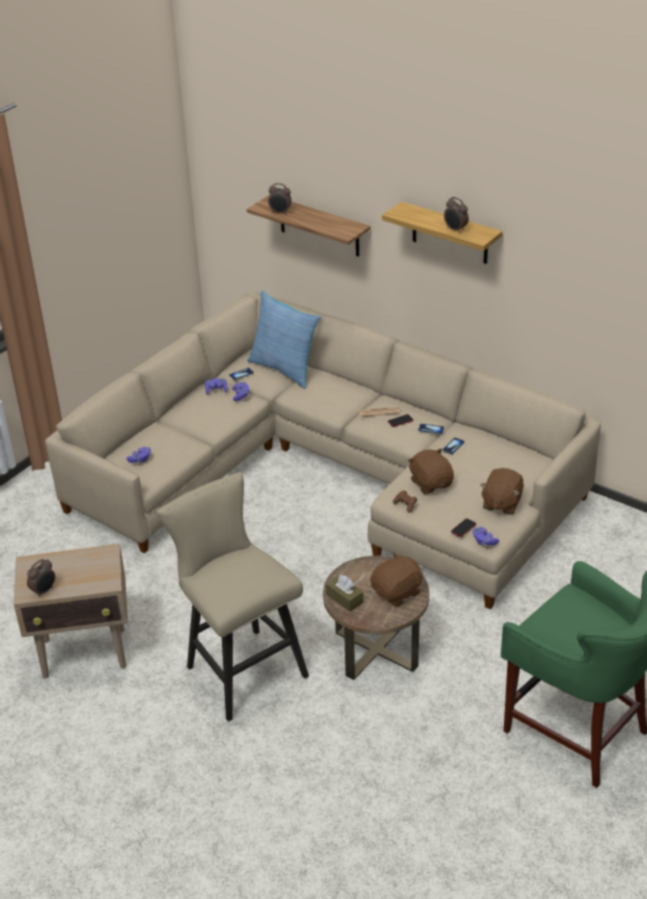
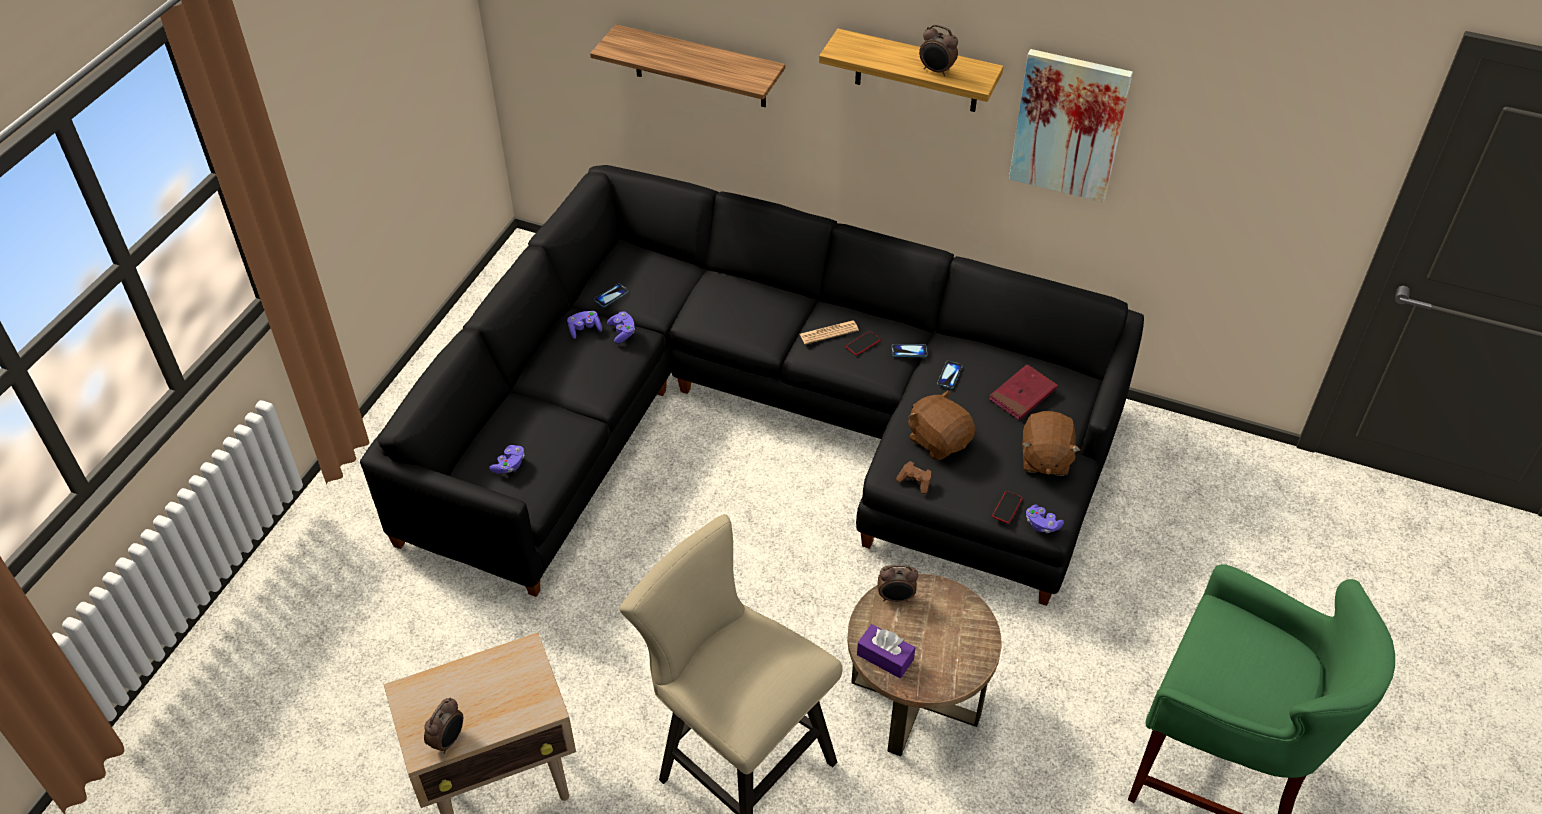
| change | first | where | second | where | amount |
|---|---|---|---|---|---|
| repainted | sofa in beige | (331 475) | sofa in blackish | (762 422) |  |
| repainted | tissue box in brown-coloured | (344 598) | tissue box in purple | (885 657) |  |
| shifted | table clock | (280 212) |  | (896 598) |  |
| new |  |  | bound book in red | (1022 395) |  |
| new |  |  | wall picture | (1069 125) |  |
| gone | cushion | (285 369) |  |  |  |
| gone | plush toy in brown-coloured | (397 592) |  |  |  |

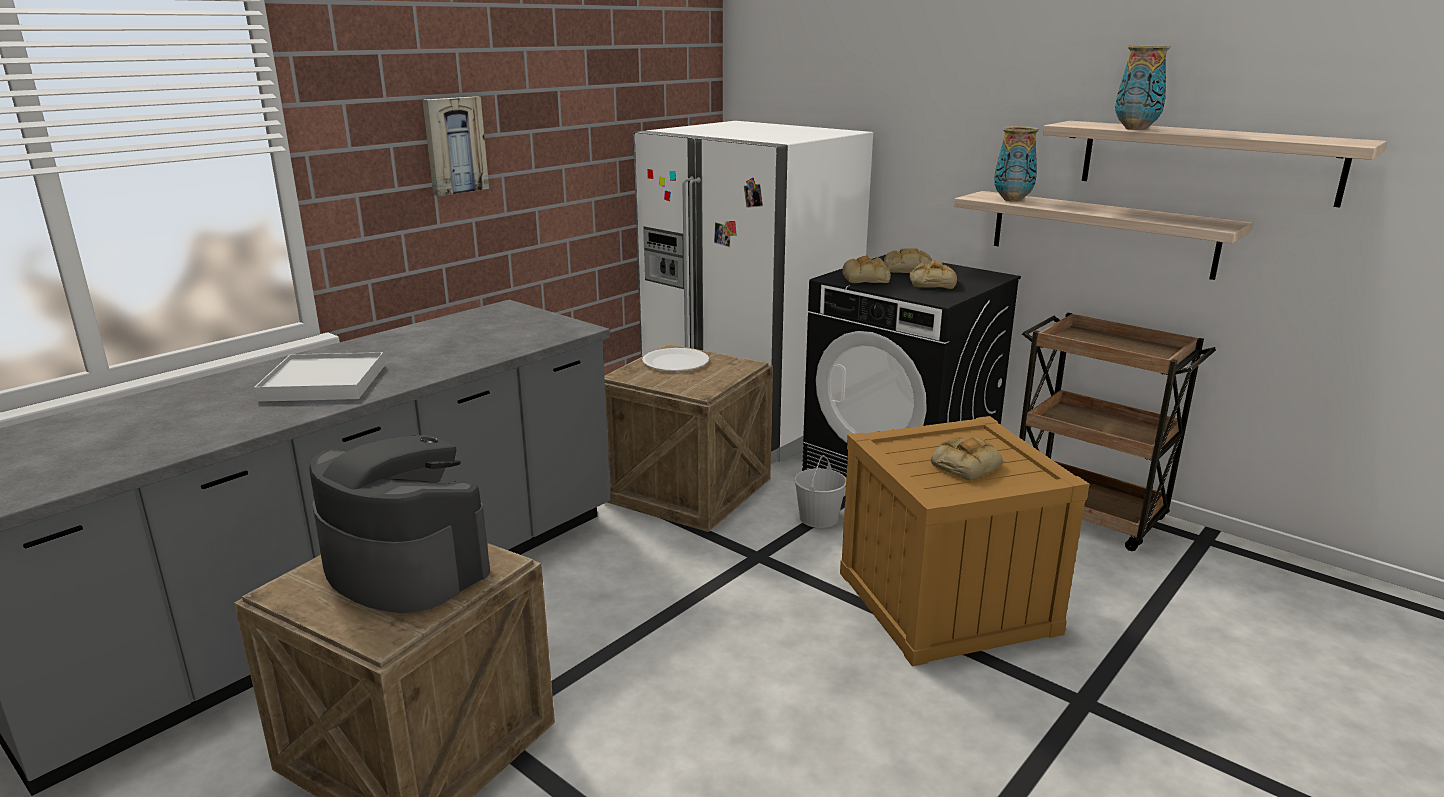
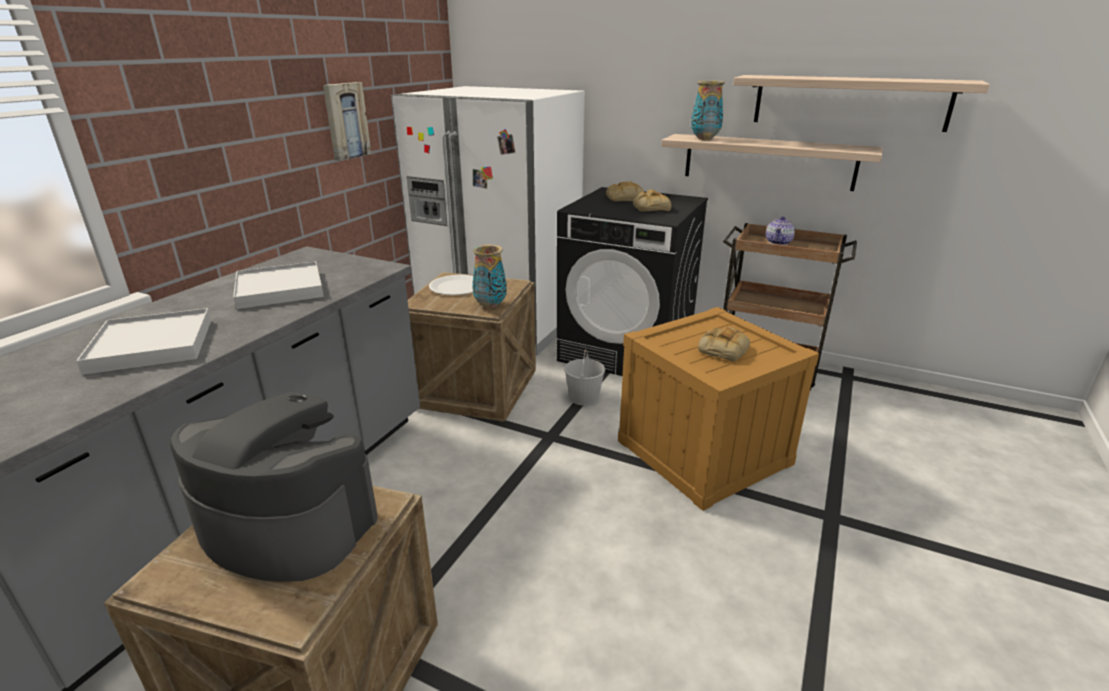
| change | first | where | second | where | amount |
|---|---|---|---|---|---|
| new |  |  | carrying tray in white | (280 289) |  |
| shifted | wall picture | (454 145) |  | (345 121) |  |
| shifted | vase | (1136 129) |  | (490 305) |  |
| new |  |  | tea pot | (778 242) |  |
| gone | baked bread | (866 279) |  |  |  |

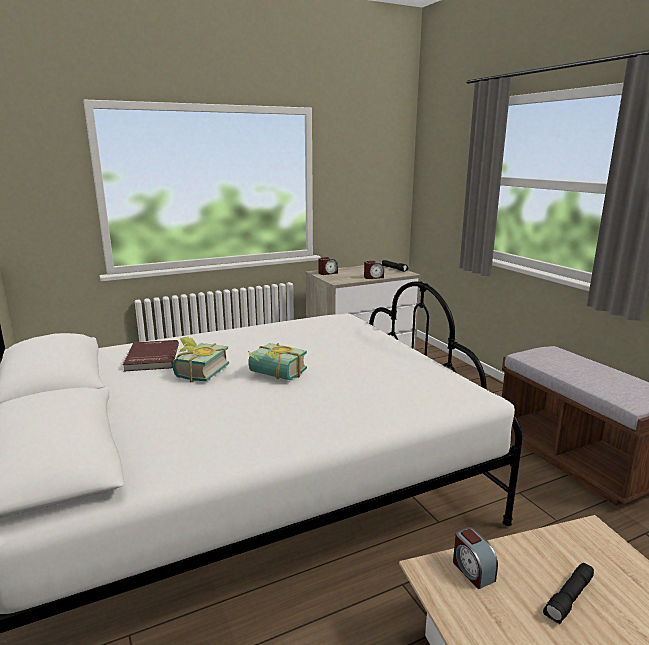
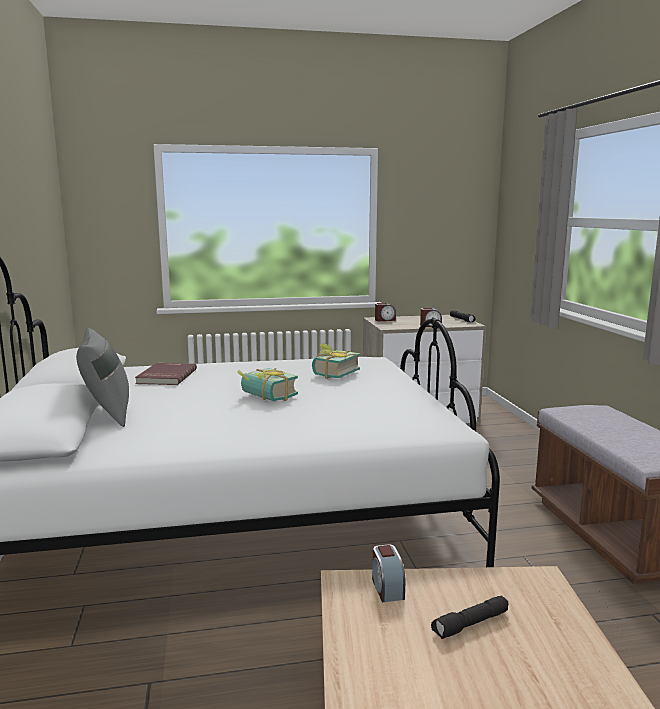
| change | first | where | second | where | amount |
|---|---|---|---|---|---|
| new |  |  | cushion in grey | (107 414) |  |
| shifted | bound book | (197 372) |  | (332 373) |  |

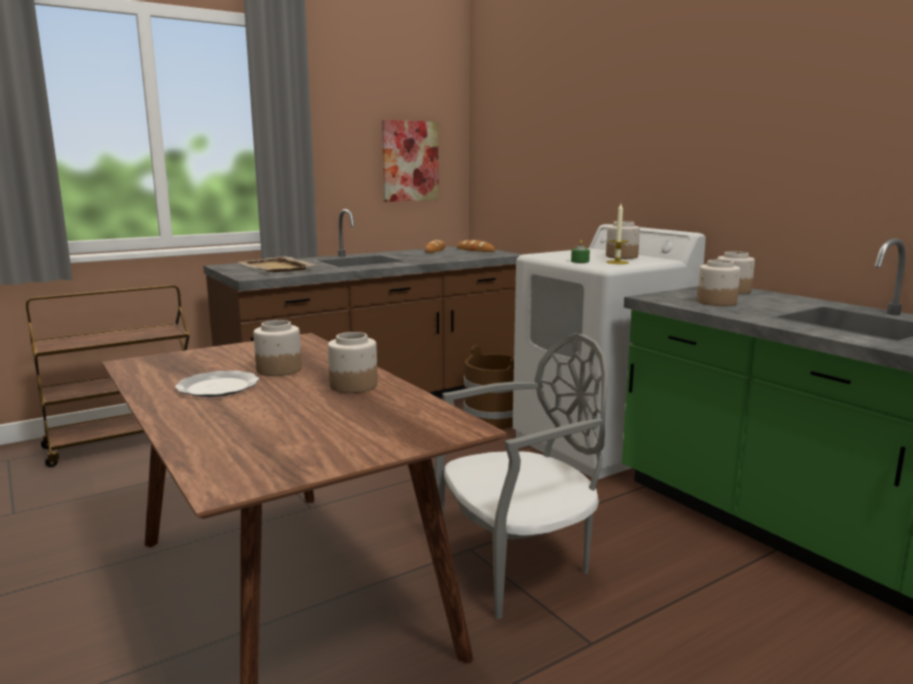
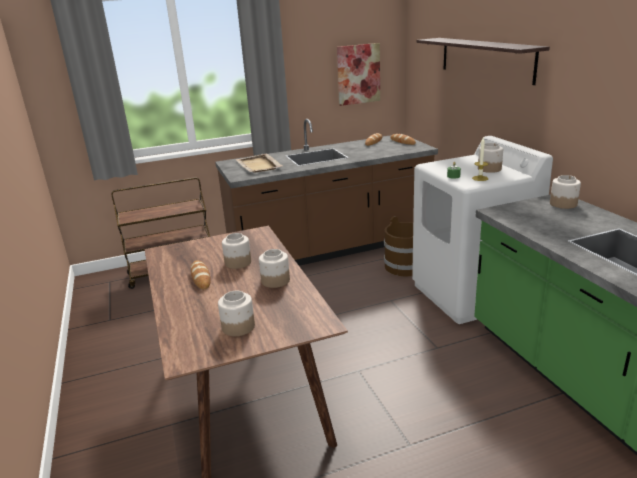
| change | first | where | second | where | amount |
|---|---|---|---|---|---|
| swapped | dinner plate | (219 387) | baked bread | (200 277) |  |
| shifted | jar | (716 302) |  | (238 327) |  |
| new |  |  | shelf | (485 59) |  |
| gone | plain chair in grey | (518 564) |  |  |  |

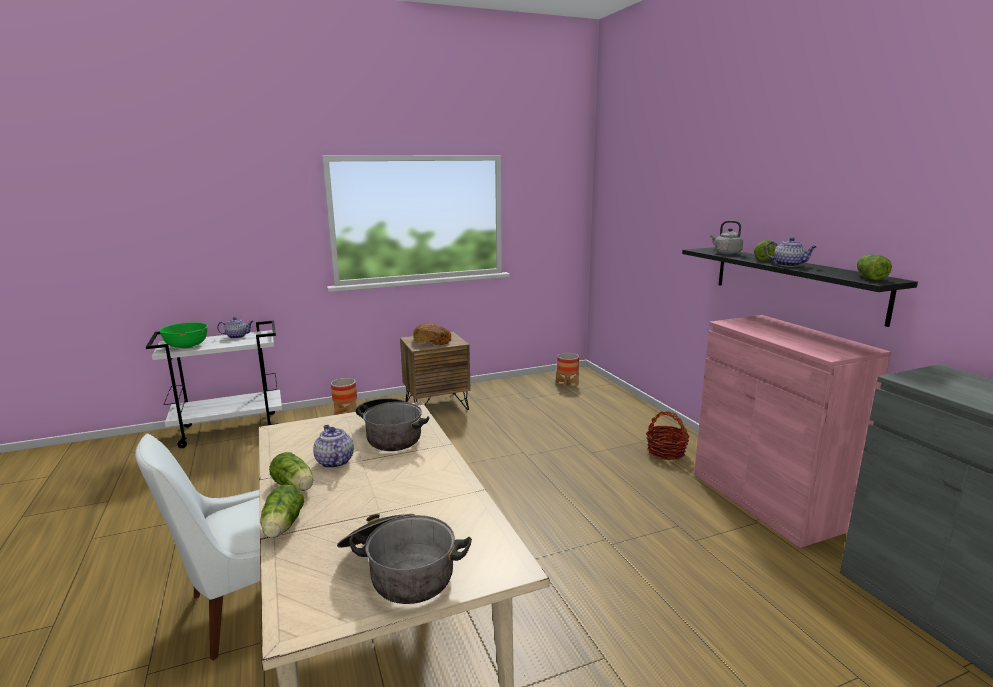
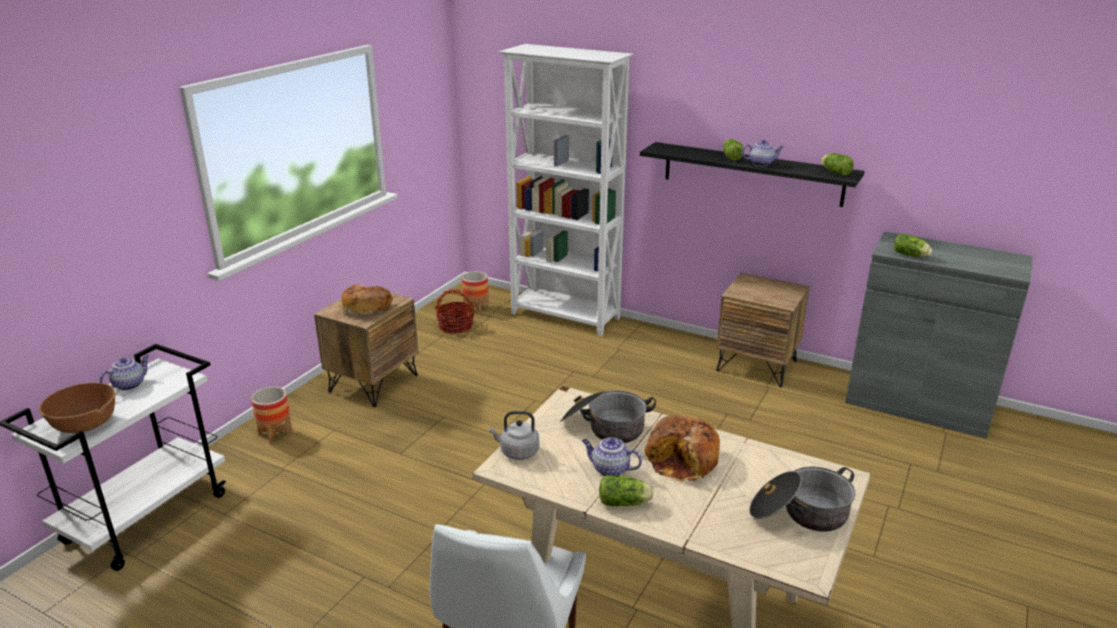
| change | first | where | second | where | amount |
|---|---|---|---|---|---|
| repainted | serving bowl in greenish | (187 346) | serving bowl in brown-coloured | (85 425) |  |
| shifted | basket | (666 452) |  | (456 326) |  |
| shifted | tea kettle in grey | (725 253) |  | (517 452) |  |
| new |  |  | bookcase in white | (565 316) |  |
| new |  |  | baked bread | (683 460) |  |
| swapped | cupboard in pinkish | (768 500) | bedside table in brown-coloured | (757 366) |  |
| shifted | lettuce head | (282 527) |  | (911 255) |  |

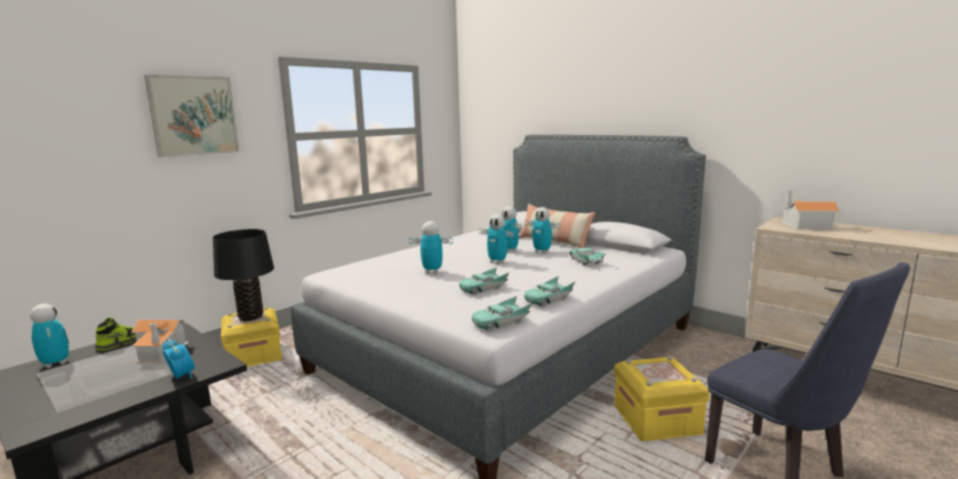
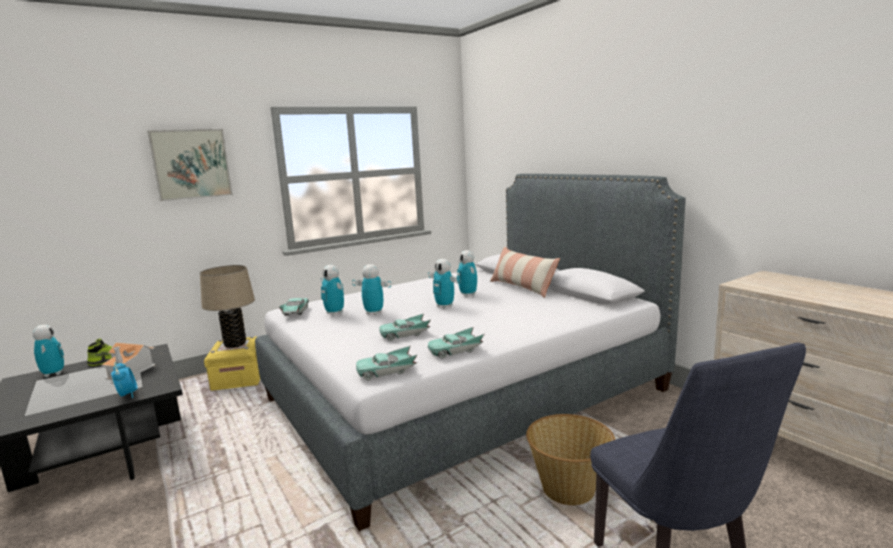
| change | first | where | second | where | amount |
|---|---|---|---|---|---|
| repainted | lamp for a table in blackish | (251 317) | lamp for a table in beige | (235 344) |  |
| shifted | miniature car in turquoise | (586 261) |  | (295 312) |  |
| shifted | model robot | (542 251) |  | (335 313) |  |
| swapped | storage bin in yellow-coloured | (656 420) | basket | (569 489) |  |
| gone | toy house | (803 225) |  |  |  |

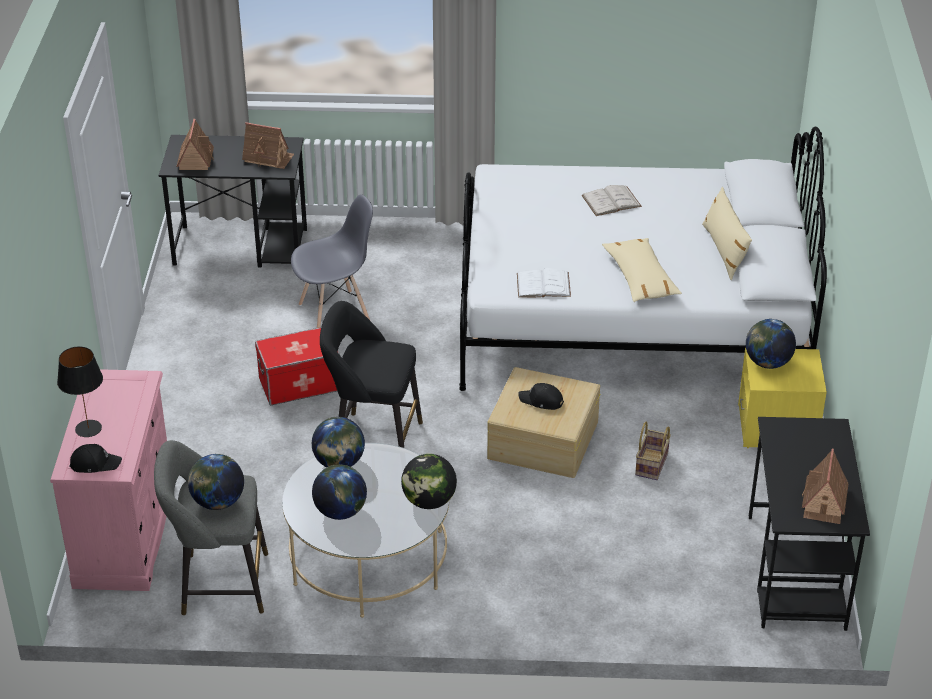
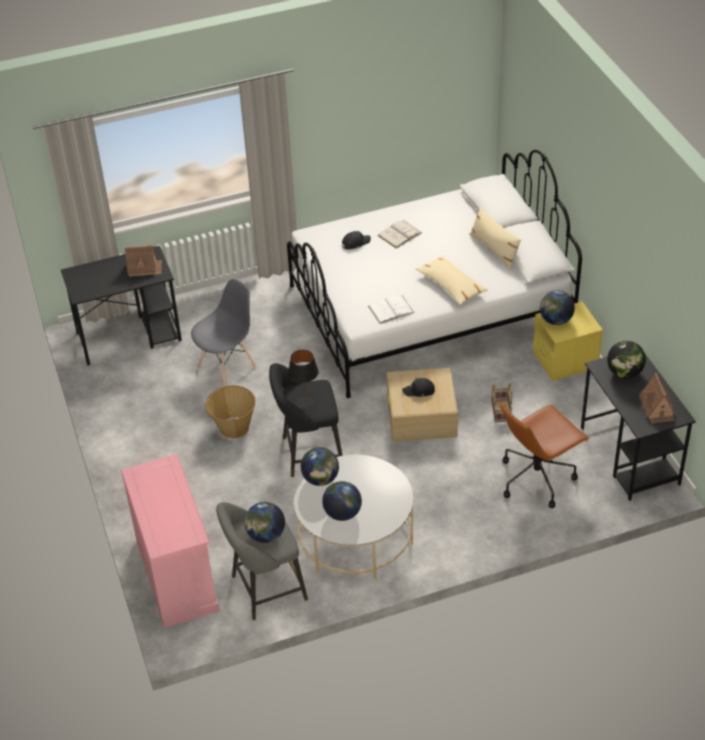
| change | first | where | second | where | amount |
|---|---|---|---|---|---|
| swapped | storage bin | (299 384) | basket | (233 427) |  |
| shifted | lamp for a table in blackish | (88 429) |  | (306 403) |  |
| shifted | baseball cap in blackish | (95 463) |  | (355 243) |  |
| new |  |  | desk chair in brown-coloured | (537 478) |  |
| shifted | globe | (429 501) |  | (624 373) |  |
| gone | toy house | (195 159) |  |  |  |

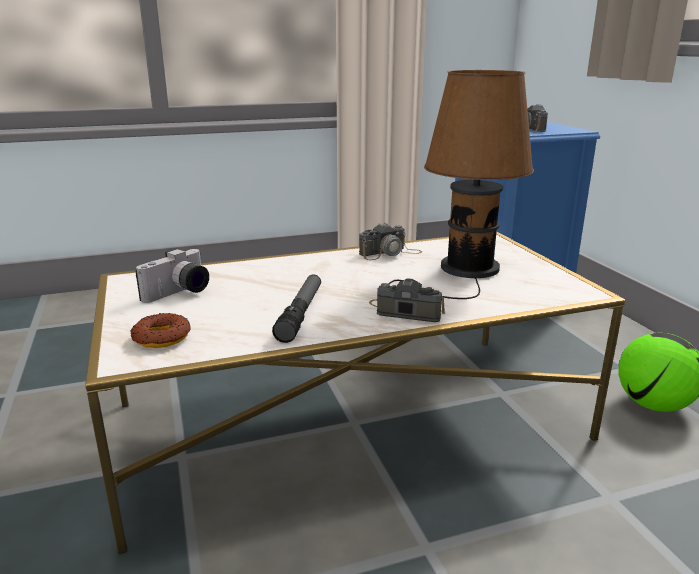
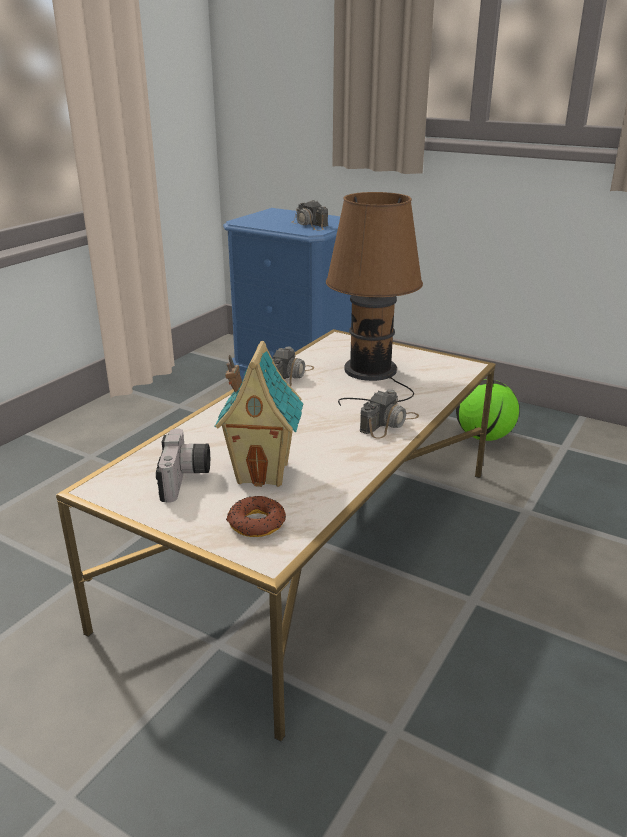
| change | first | where | second | where | amount |
|---|---|---|---|---|---|
| new |  |  | toy house | (263 472) |  |
| rotated | still camera | (404 310) |  | (389 423) | 150 degrees clockwise |
| gone | torch | (300 314) |  |  |  |

